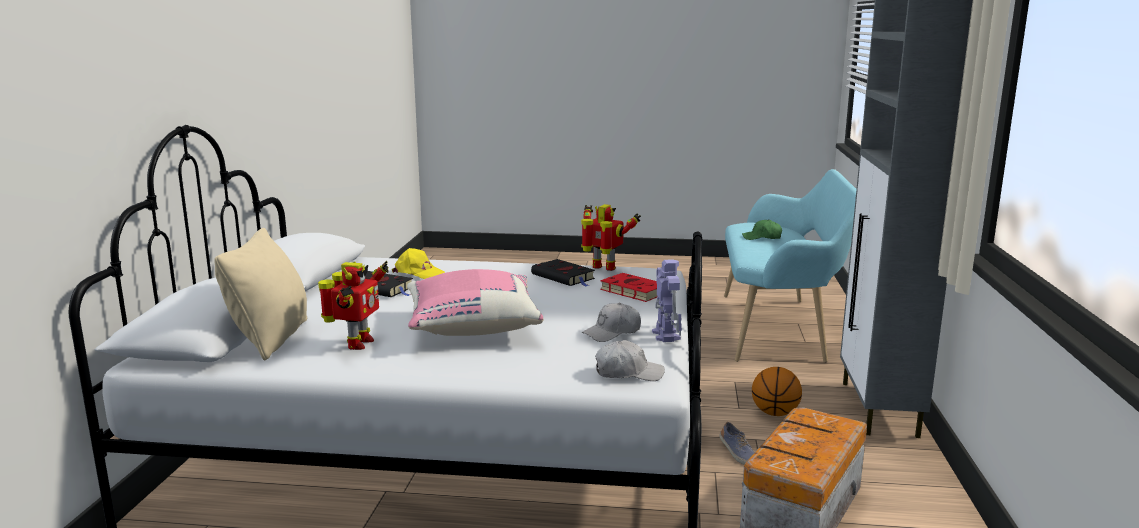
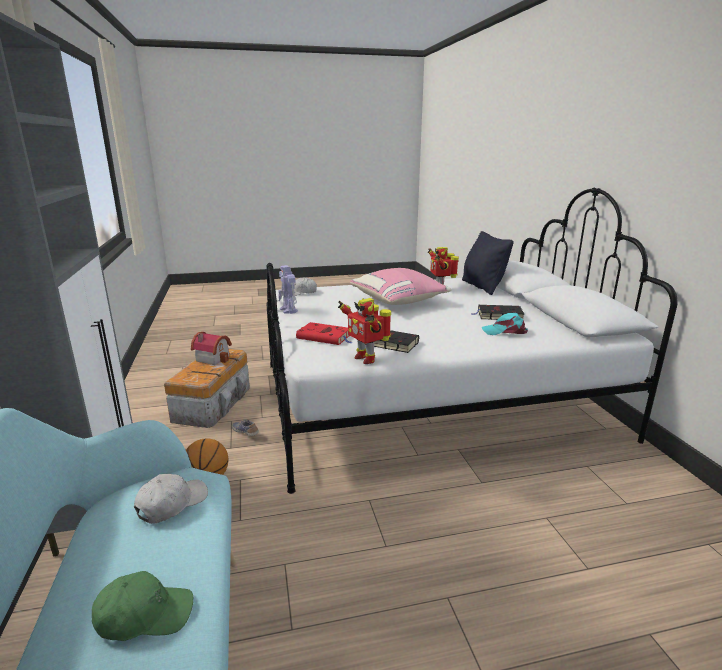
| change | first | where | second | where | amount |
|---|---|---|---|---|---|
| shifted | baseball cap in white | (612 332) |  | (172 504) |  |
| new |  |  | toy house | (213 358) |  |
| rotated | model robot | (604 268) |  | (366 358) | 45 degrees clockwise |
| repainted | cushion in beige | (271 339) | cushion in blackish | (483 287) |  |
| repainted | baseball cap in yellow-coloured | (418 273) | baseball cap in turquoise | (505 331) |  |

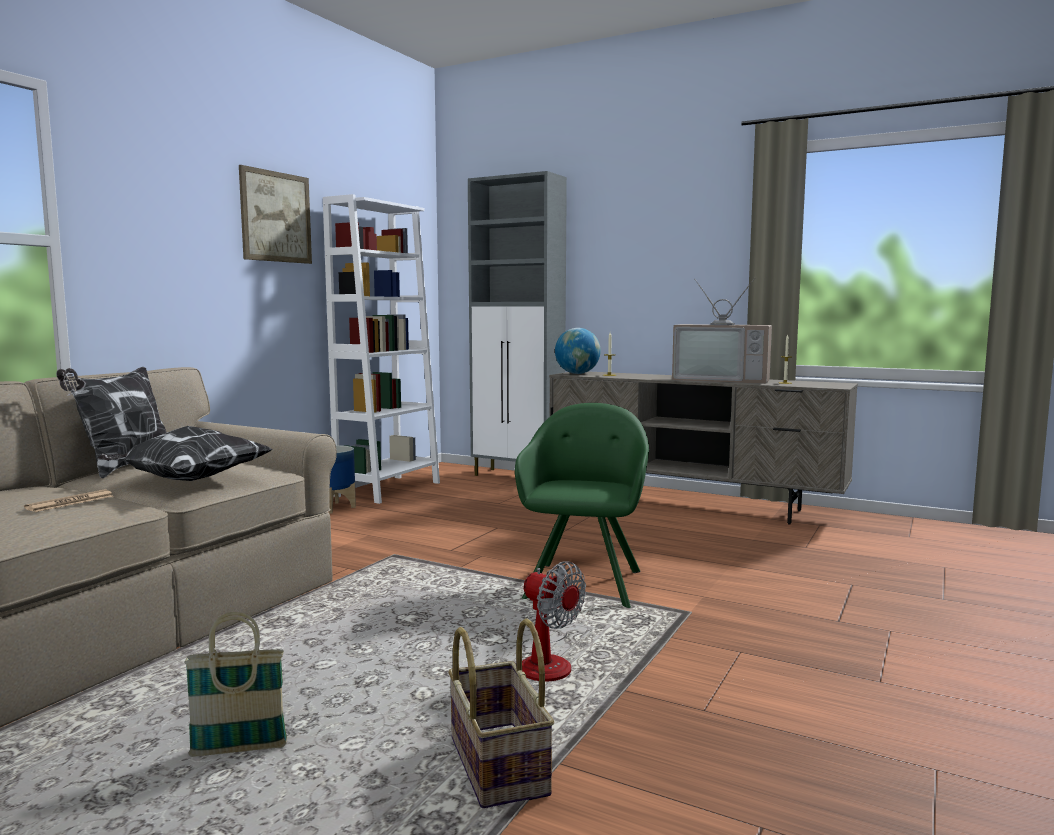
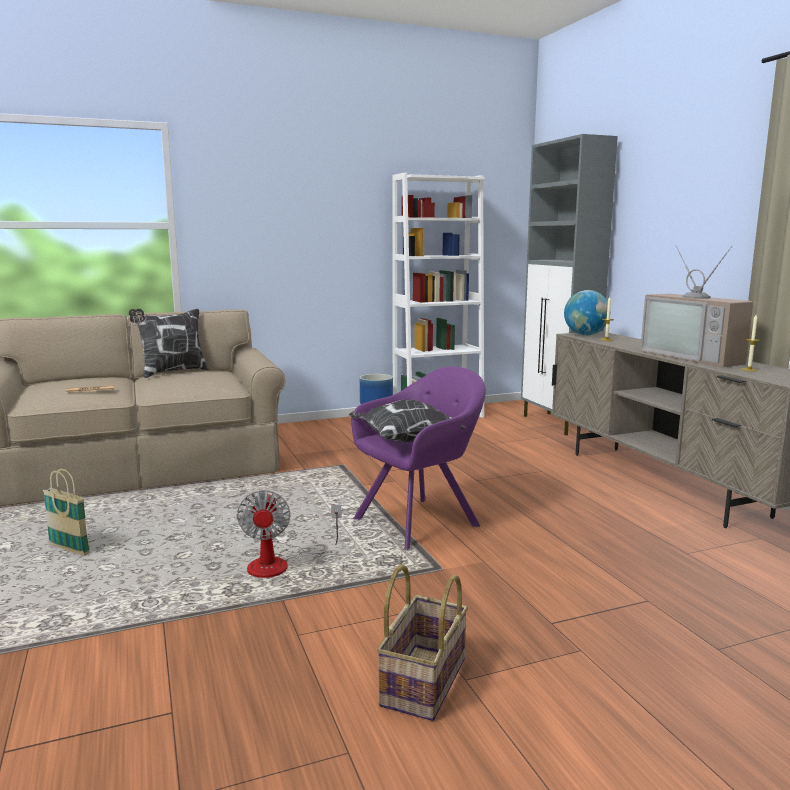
| change | first | where | second | where | amount |
|---|---|---|---|---|---|
| shifted | cushion | (188 481) |  | (404 441) |  |
| repainted | easy chair in greenish | (585 582) | easy chair in purple | (420 521) |  |
| shifted | basket | (496 765) |  | (422 681) |  |
| gone | wall picture | (276 217) |  |  |  |

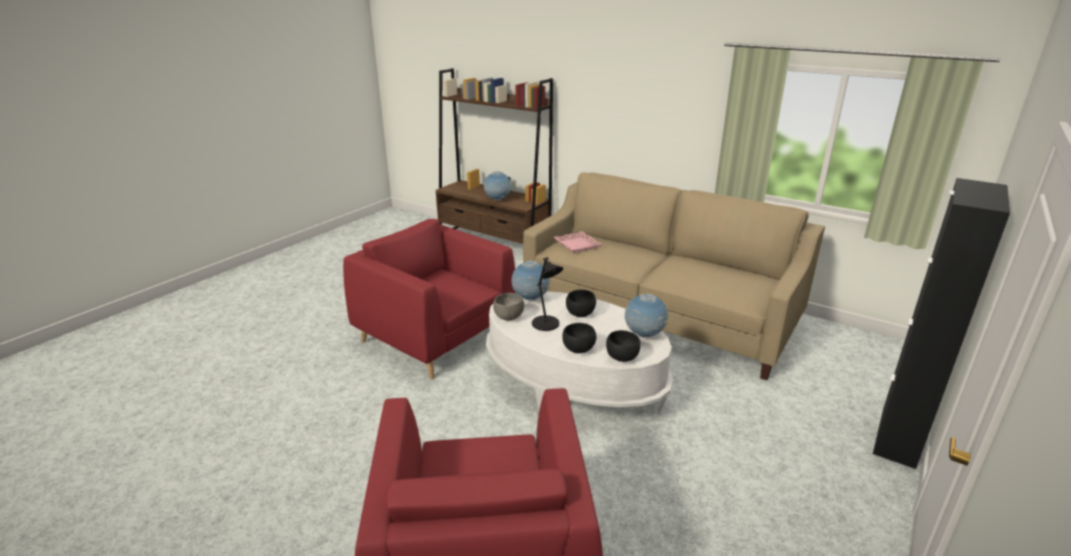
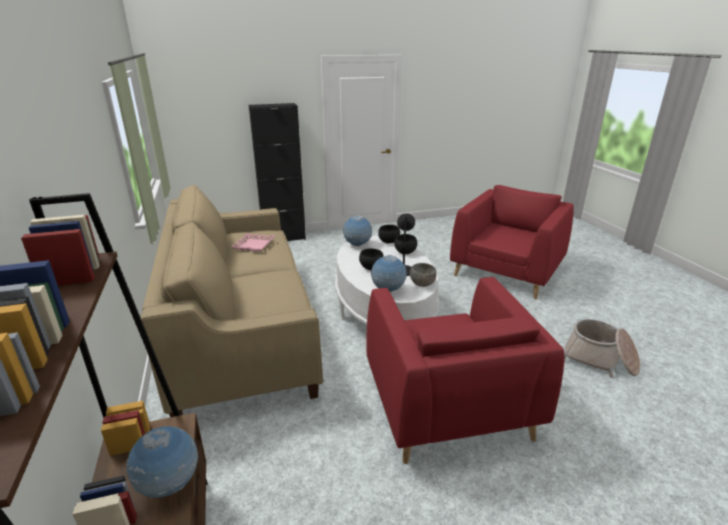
| change | first | where | second | where | amount |
|---|---|---|---|---|---|
| shifted | carrying tray in pinkish | (577 245) |  | (254 245) |  |
| new |  |  | basket | (600 360) |  |

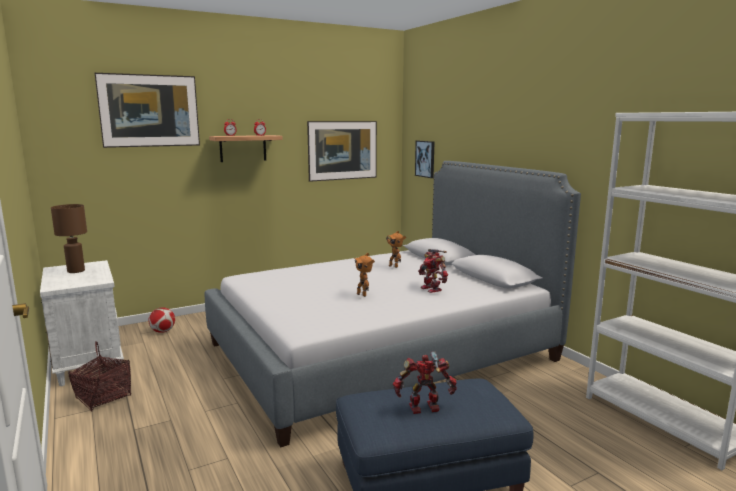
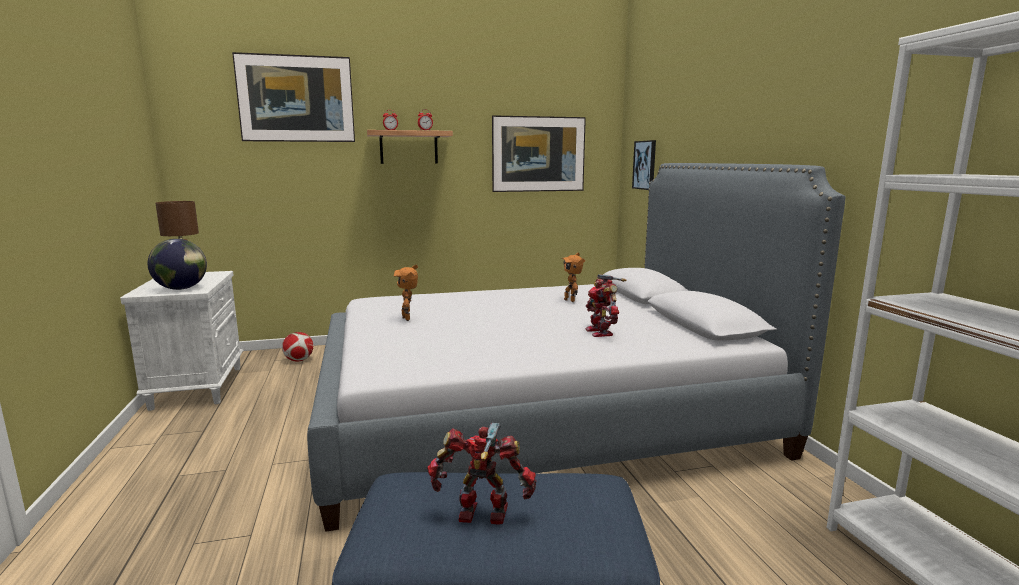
| change | first | where | second | where | amount |
|---|---|---|---|---|---|
| new |  |  | globe | (181 289) |  |
| shifted | model robot | (362 294) |  | (408 318) |  |
| gone | basket | (103 397) |  |  |  |

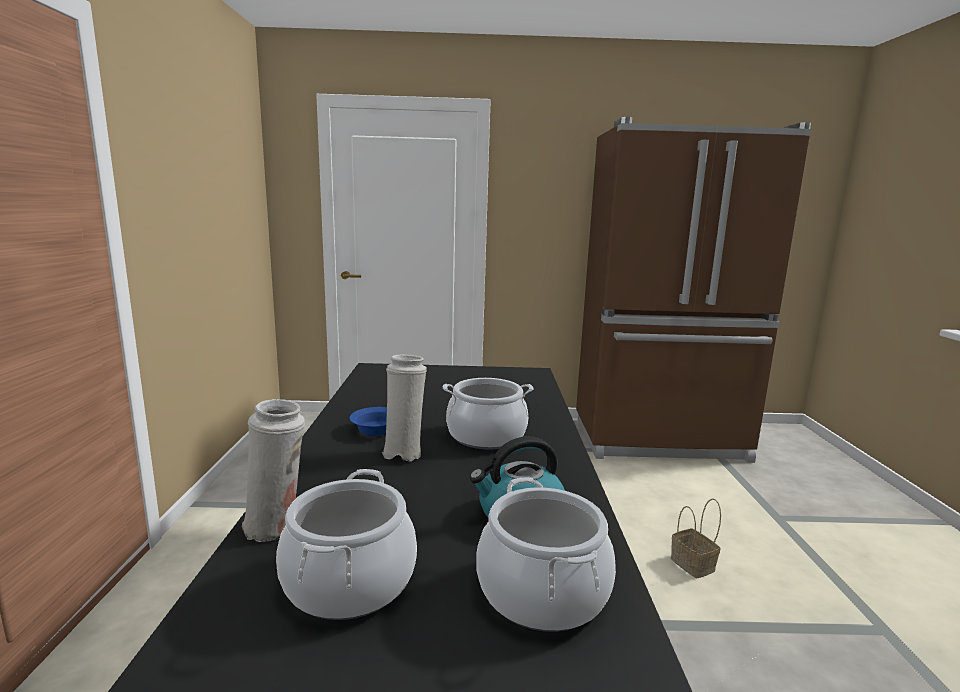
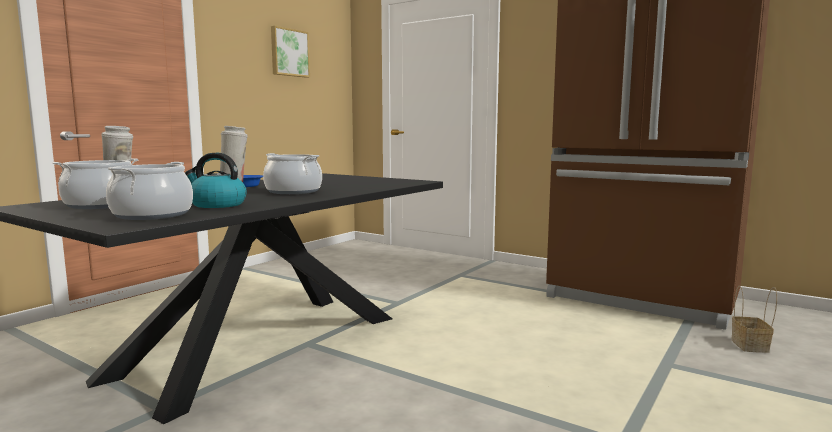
| change | first | where | second | where | amount |
|---|---|---|---|---|---|
| new |  |  | wall picture | (289 52) |  |
| shifted | basket | (694 565) |  | (751 346) |  |

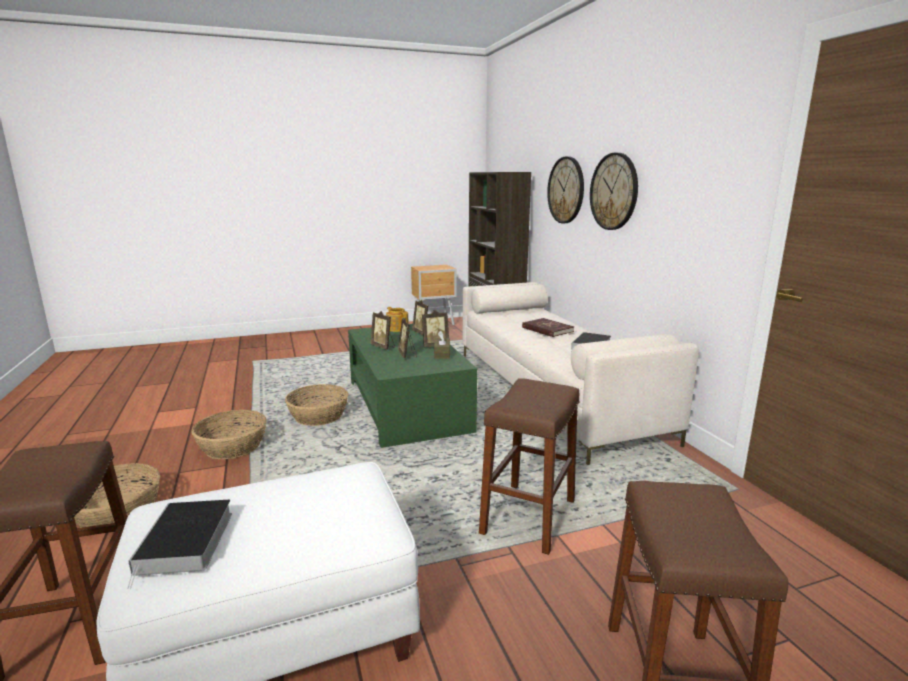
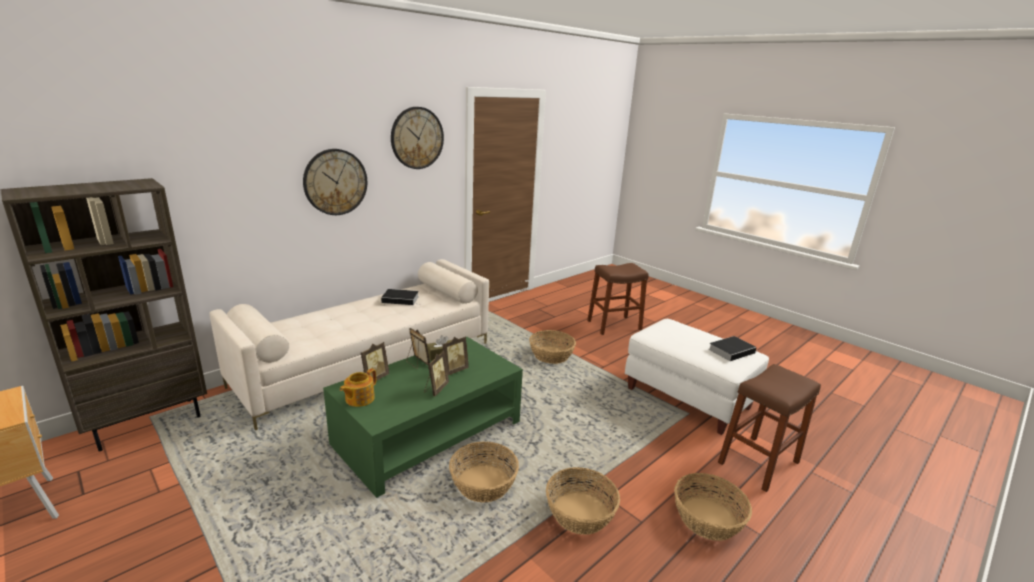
| change | first | where | second | where | amount |
|---|---|---|---|---|---|
| shifted | clock on the wall | (566 190) |  | (417 138) |  |
| swapped | sitting stool in brown-coloured | (528 516) | basket | (551 355) |  |
| gone | bound book in red | (547 329) |  |  |  |

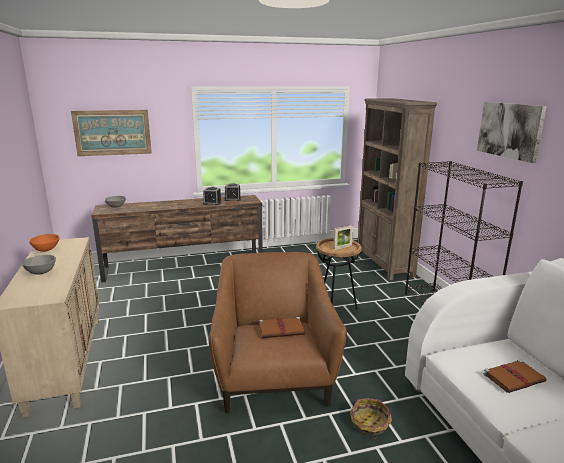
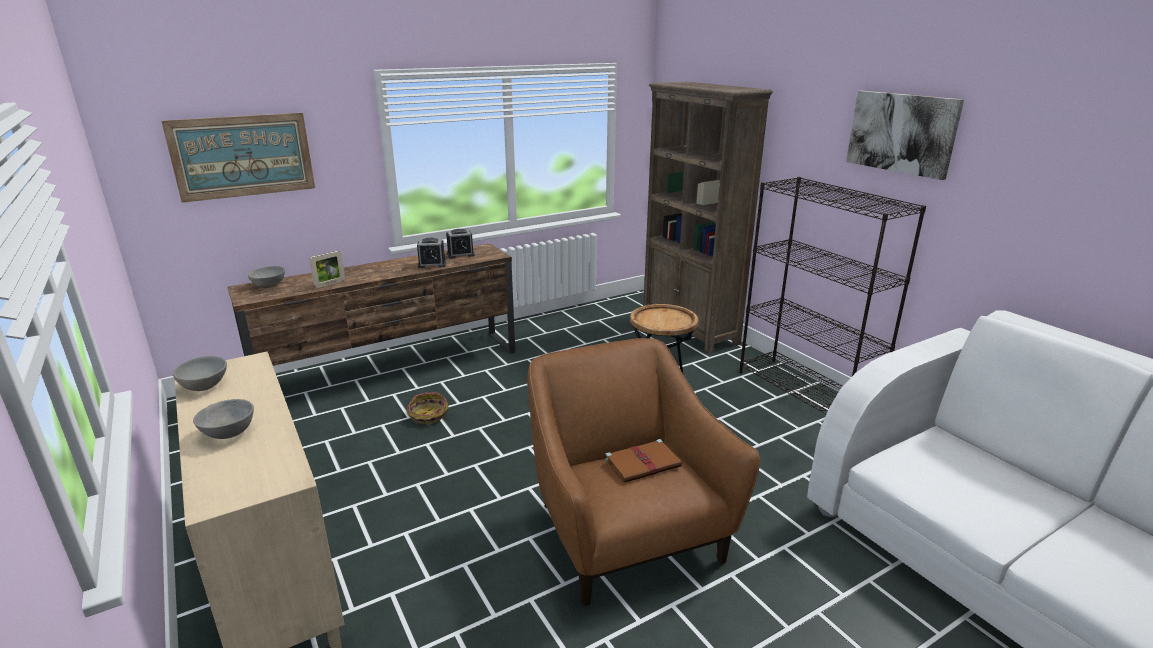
| change | first | where | second | where | amount |
|---|---|---|---|---|---|
| repainted | serving bowl in orange | (47 250) | serving bowl in grey | (206 386) |  |
| shifted | picture frame | (342 247) |  | (330 284) |  |
| shifted | basket | (369 424) |  | (428 416) |  |
| gone | bound book in brown-coloured | (514 378) |  |  |  |

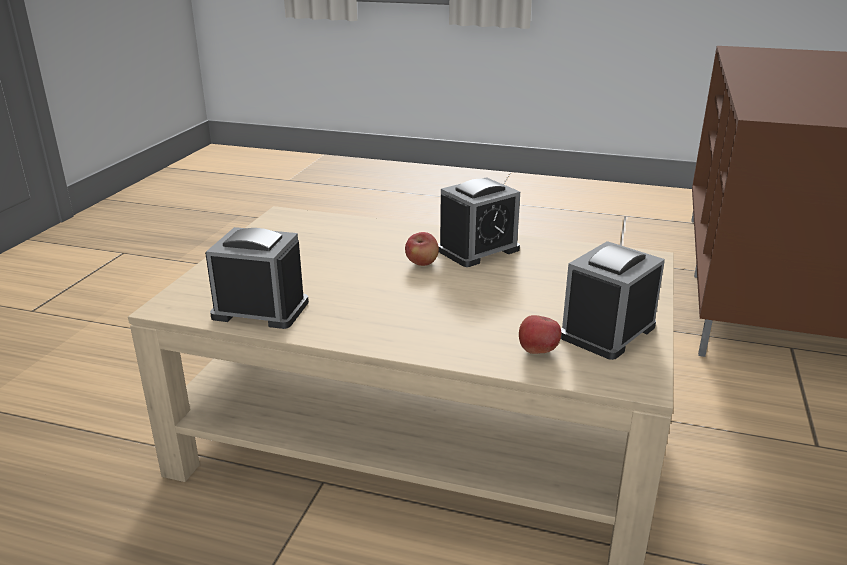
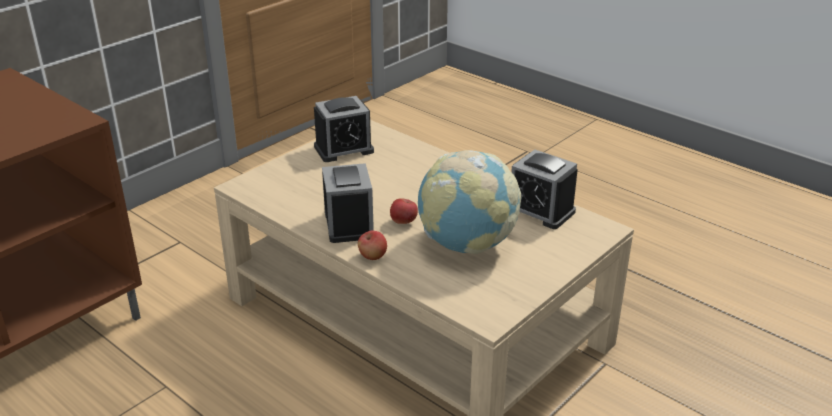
| change | first | where | second | where | amount |
|---|---|---|---|---|---|
| rotated | table clock | (478 250) |  | (348 224) | 90 degrees clockwise |
| shifted | whole apple | (537 351) |  | (372 256) |  |
| new |  |  | globe | (466 244) |  |

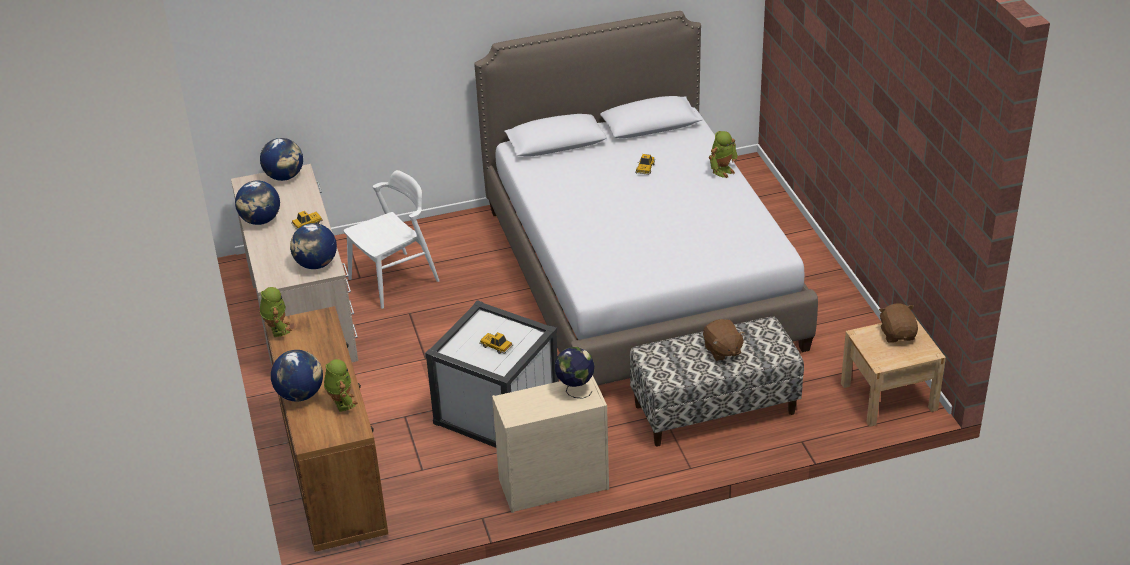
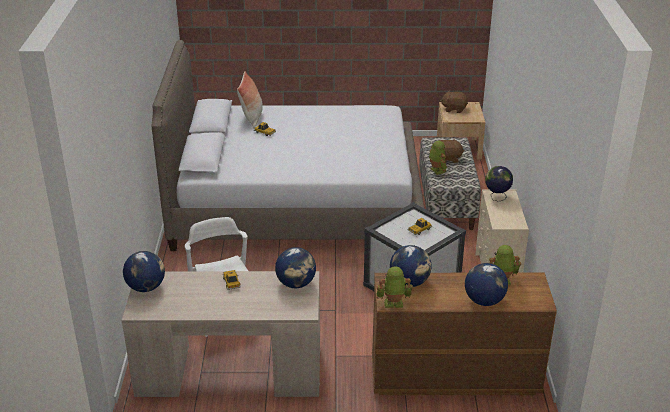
| change | first | where | second | where | amount |
|---|---|---|---|---|---|
| new |  |  | cushion | (252 118) |  |
| shifted | globe | (261 220) |  | (409 282) |  |
| shifted | model robot | (722 170) |  | (436 170) |  |

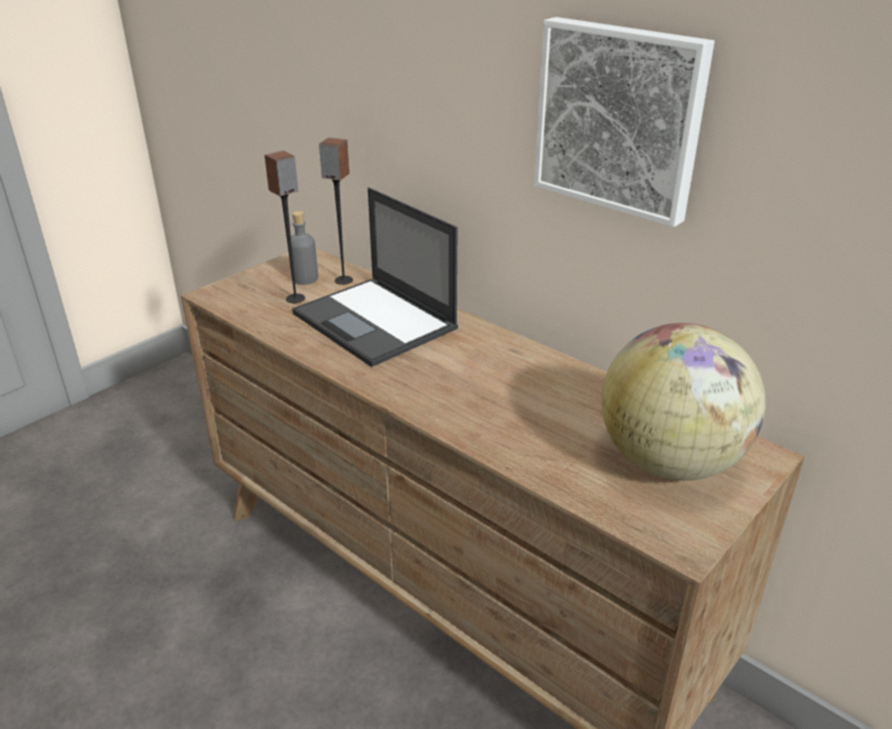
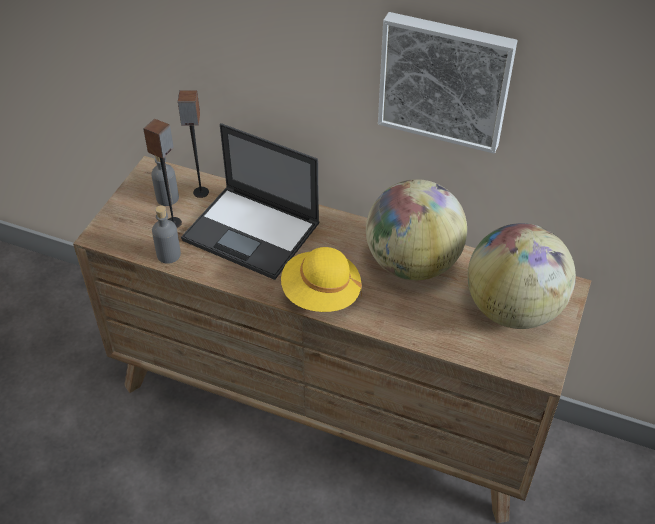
| change | first | where | second | where | amount |
|---|---|---|---|---|---|
| new |  |  | drink bottle in grey | (169 254) |  |
| new |  |  | wearable hat in yellow-coloured | (321 294) |  |
| new |  |  | globe | (412 263) |  |

